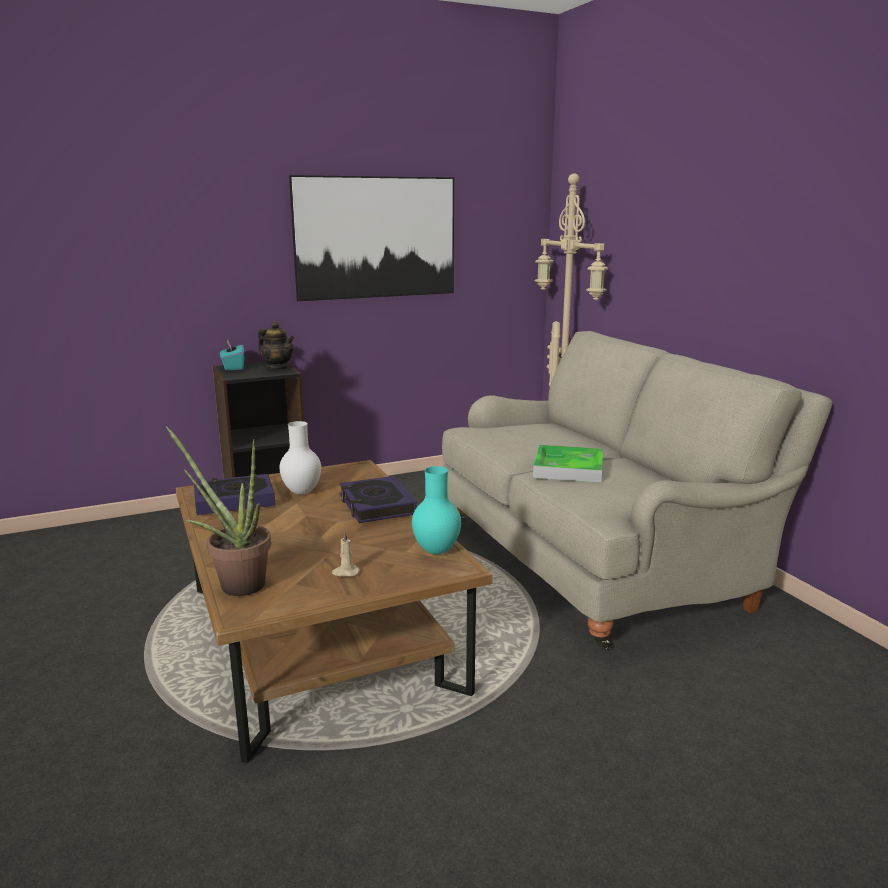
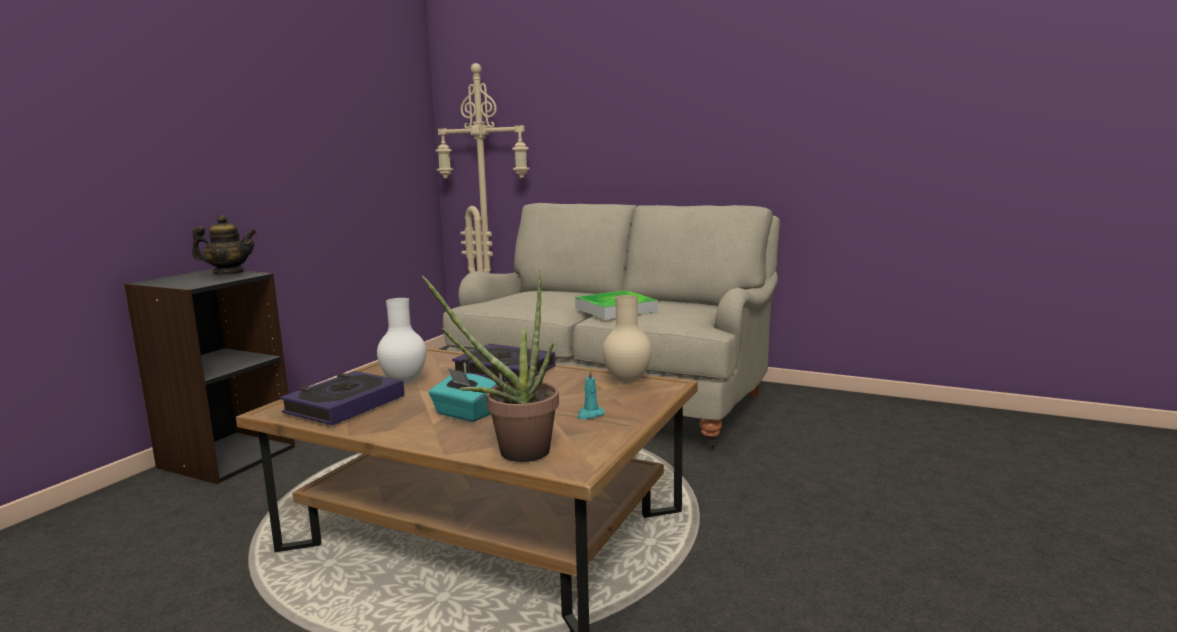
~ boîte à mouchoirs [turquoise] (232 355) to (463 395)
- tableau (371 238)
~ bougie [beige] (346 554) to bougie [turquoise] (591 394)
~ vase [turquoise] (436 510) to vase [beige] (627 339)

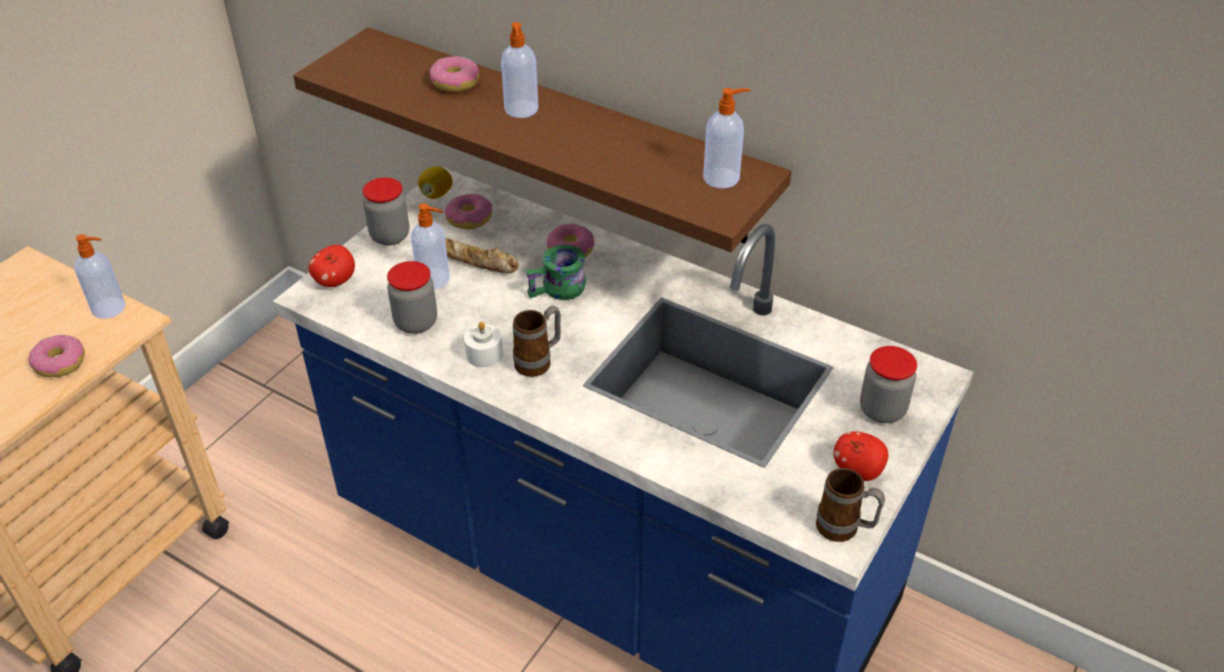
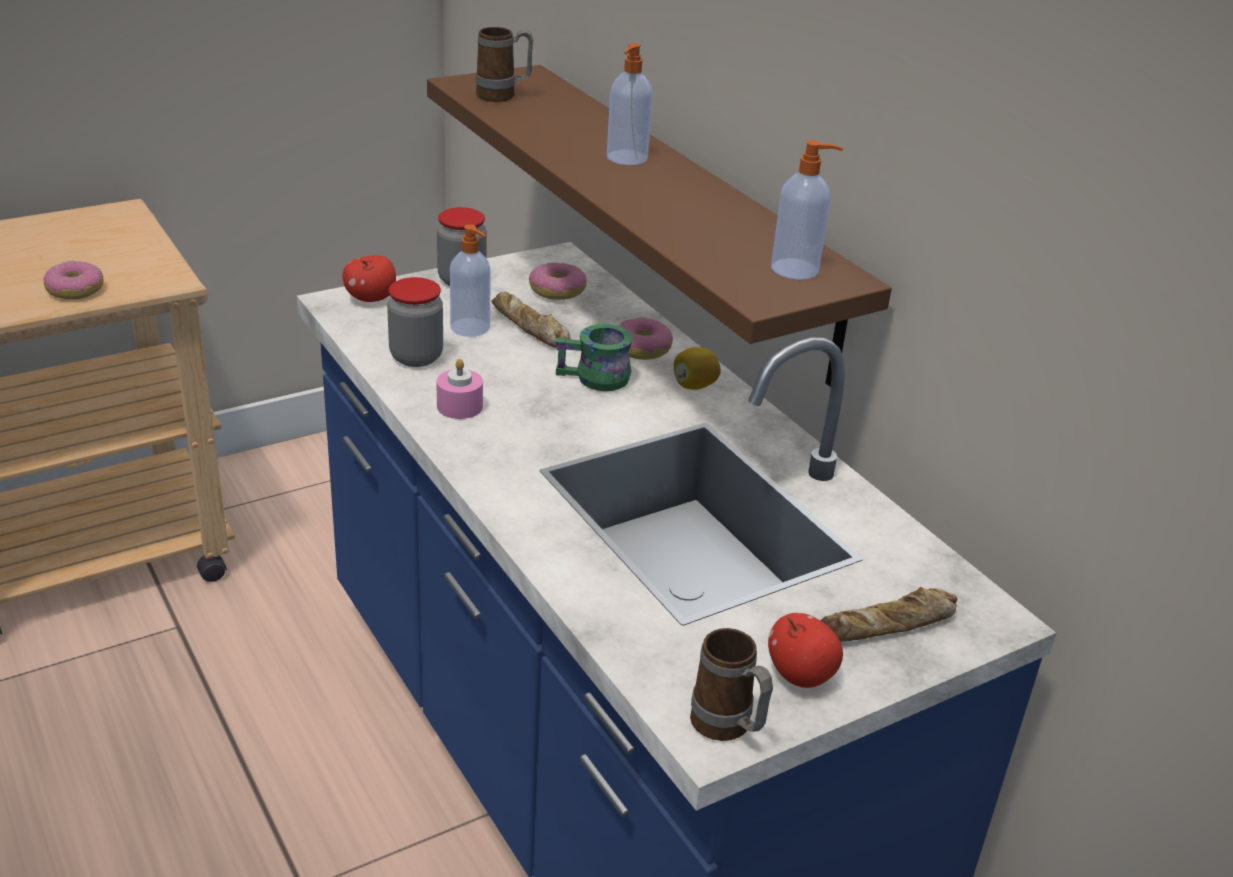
- distributeur de savon (100 276)
~ citron (435 182) to (697 368)
- beignet (454 74)
~ bougie [blanc] (483 344) to bougie [rose] (459 389)
~ mug (537 341) to (504 64)
~ bocal (888 384) to pain (889 614)

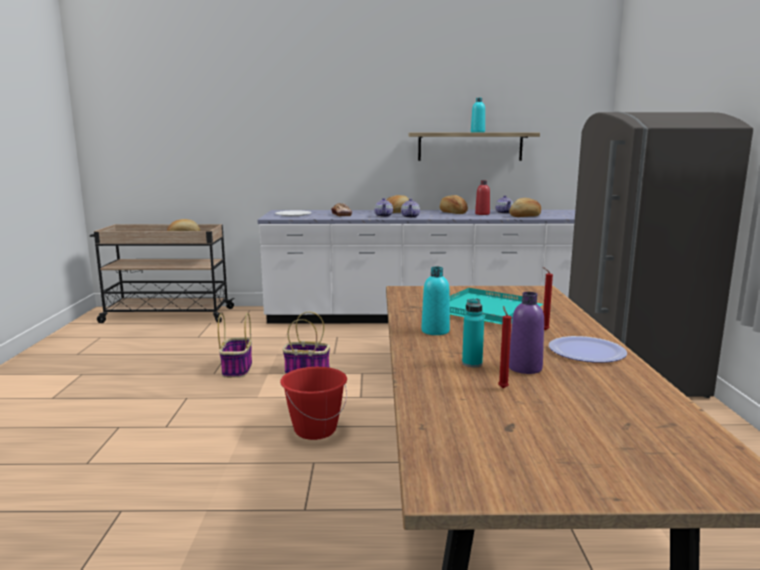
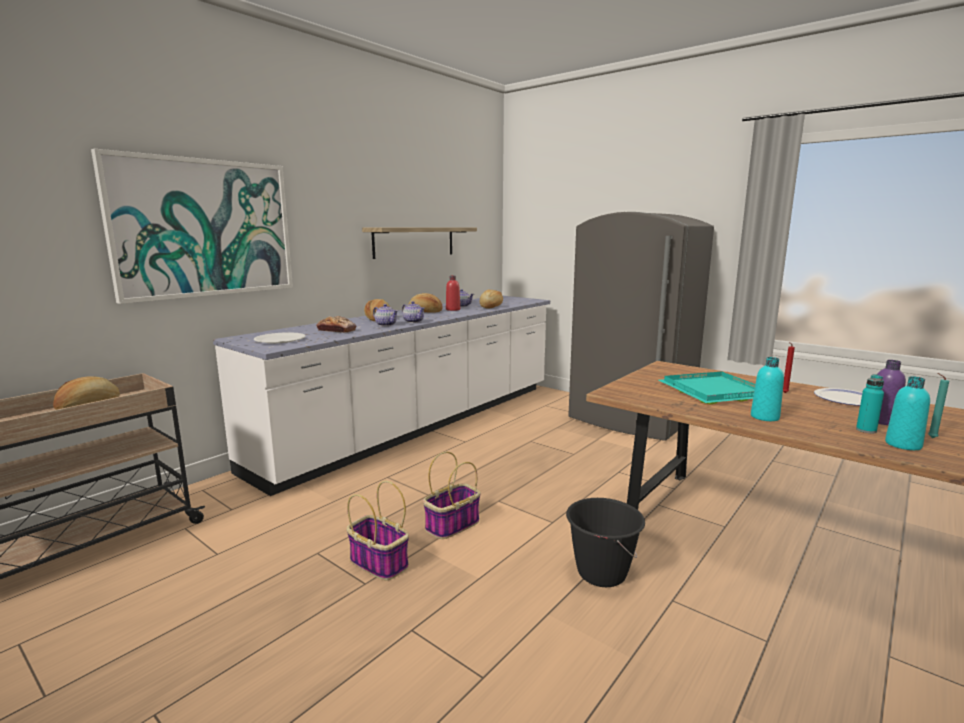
~ seau [rouge] (313 403) to seau [noir] (605 542)
~ bouteille [turquoise] (478 115) to (907 413)
~ bougie [rouge] (505 347) to bougie [turquoise] (938 405)
+ tableau (192 226)

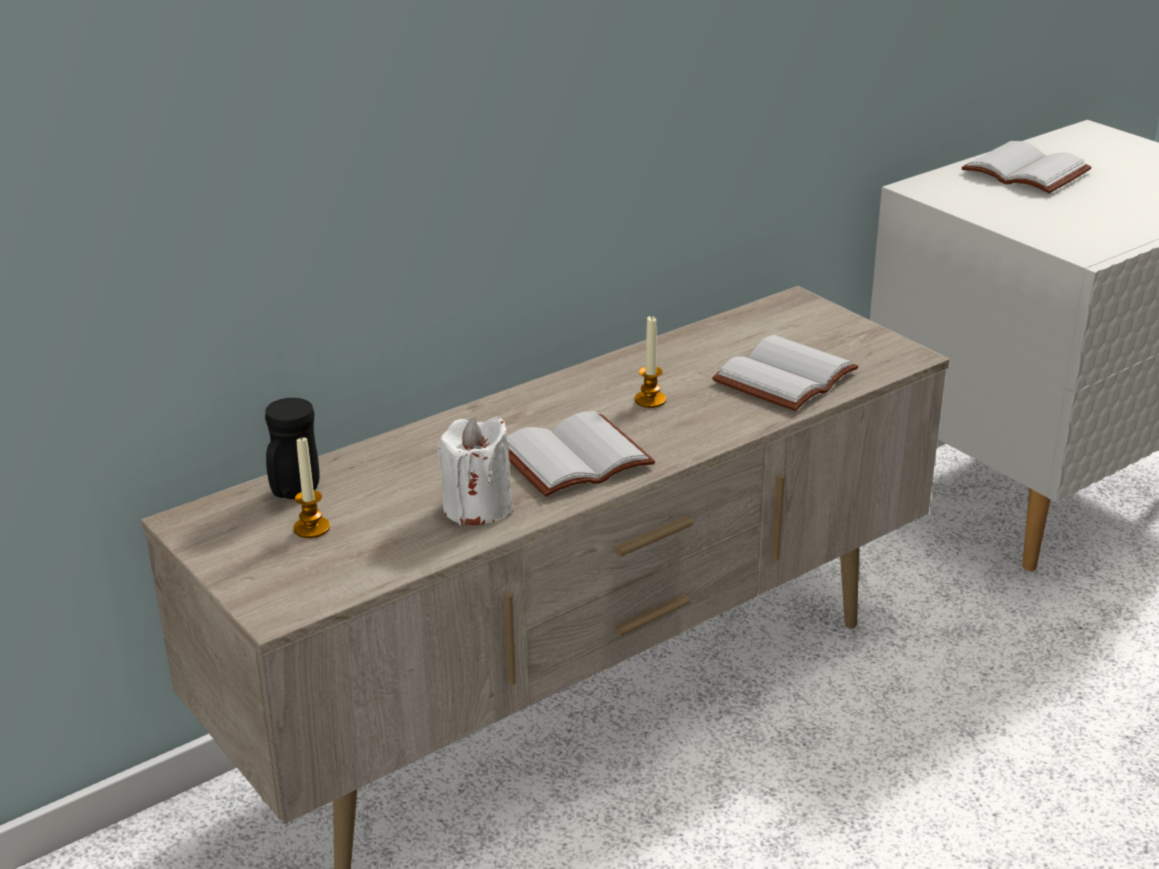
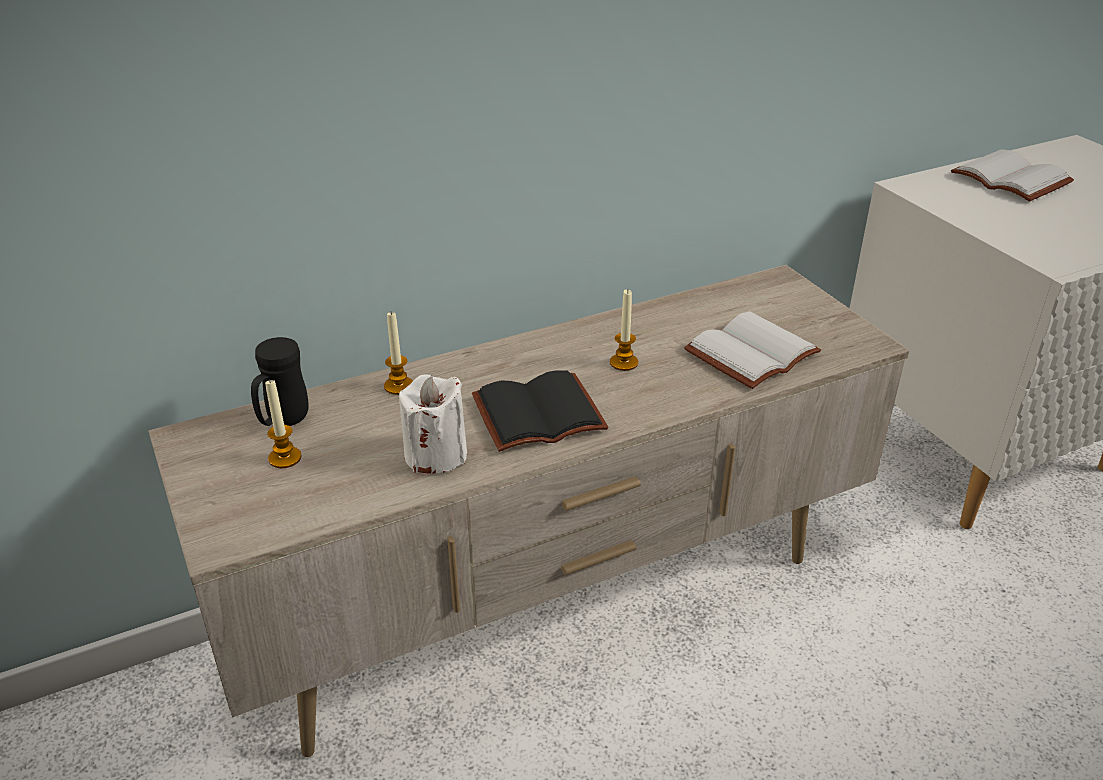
~ livre [blanc] (581 454) to livre [noir] (540 411)
+ bougie (398 353)

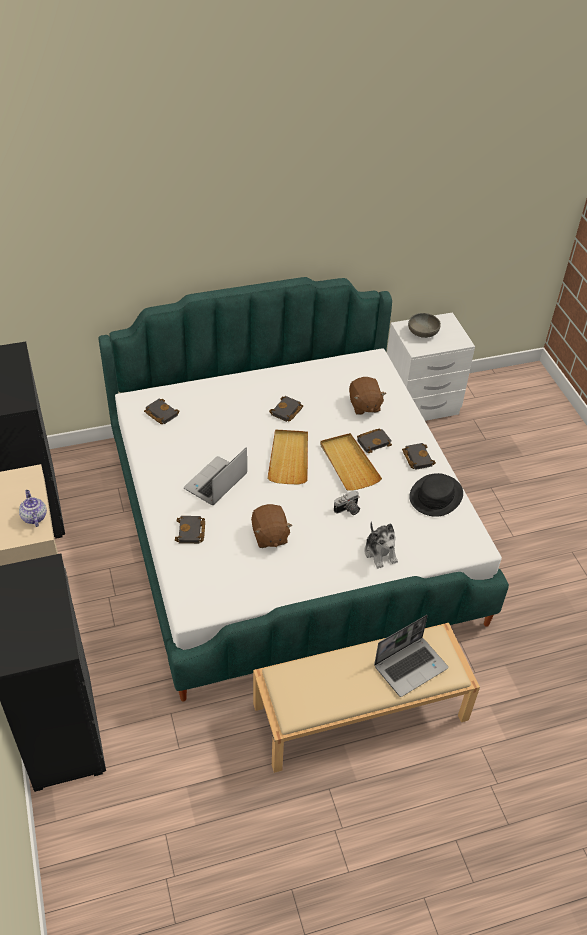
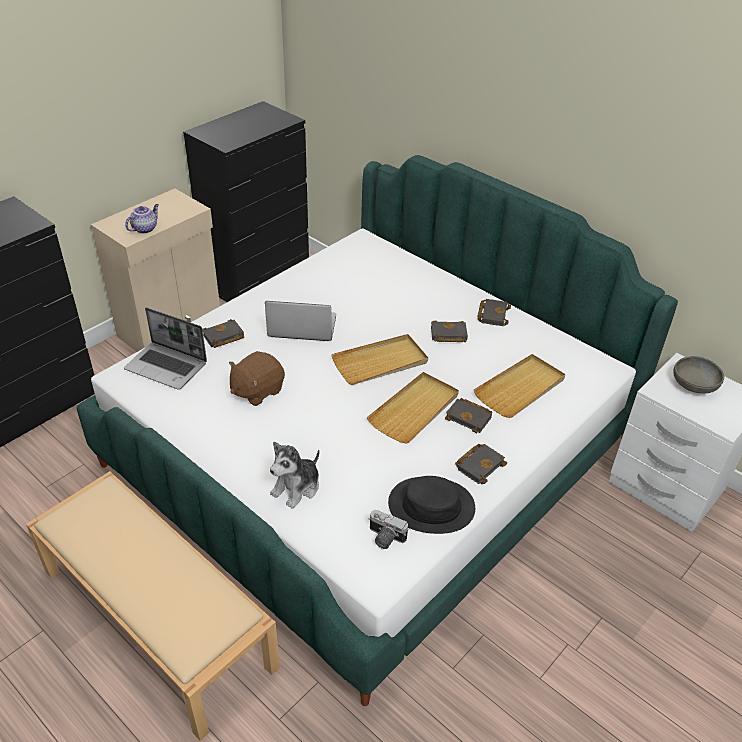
~ livre [noir] (162 411) to (494 312)
~ appareil photo (347 502) to (388 529)
~ peluche [marron] (367 396) to plateau [beige] (520 386)
~ ordinateur portable (411 656) to (165 349)

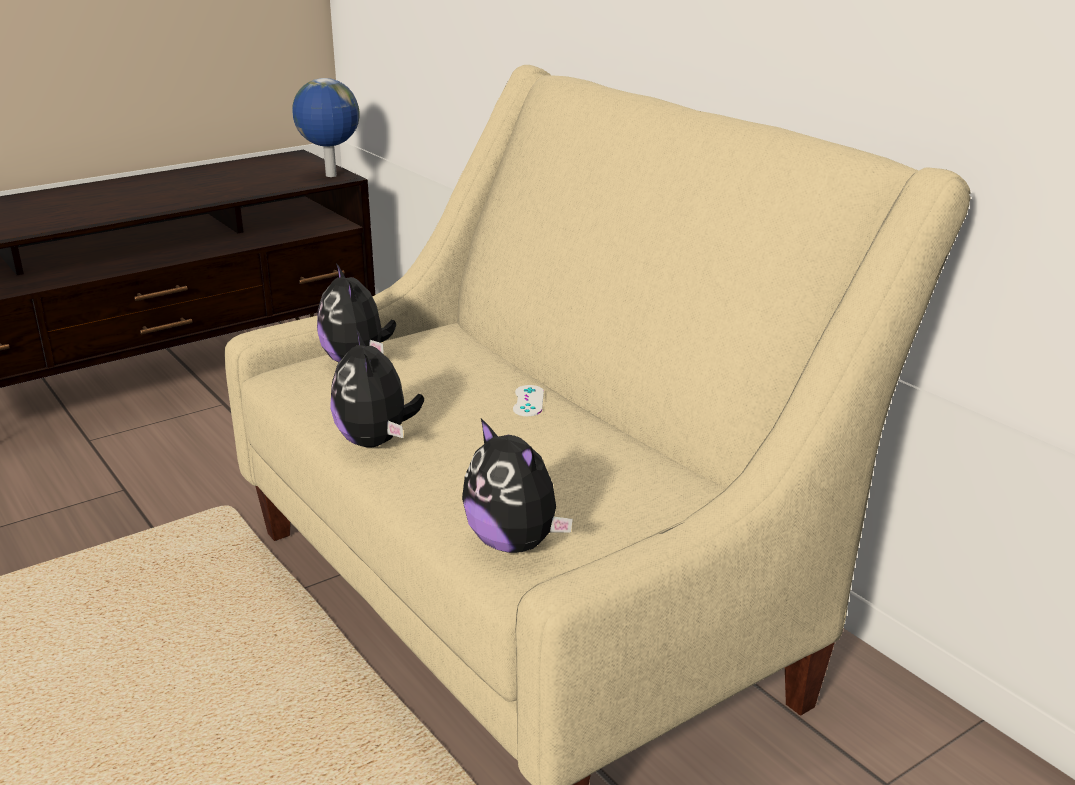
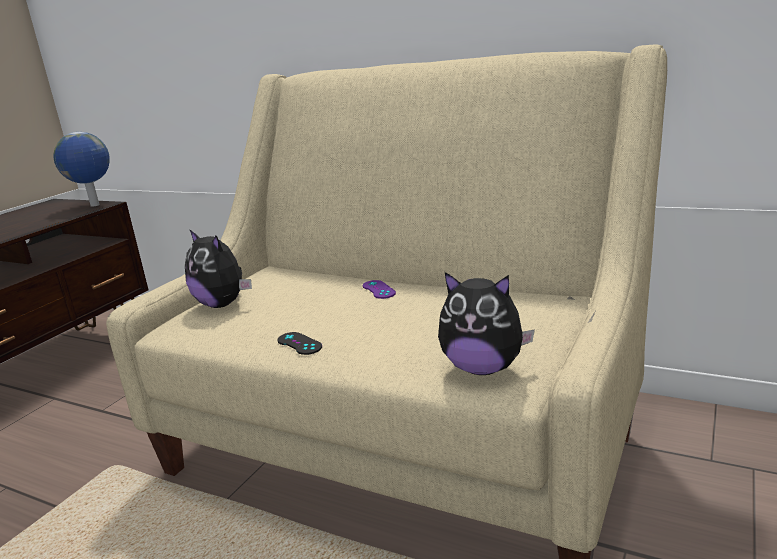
~ peluche (377 388) to manette [noir] (299 343)
~ manette [blanc] (528 400) to manette [violet] (379 289)

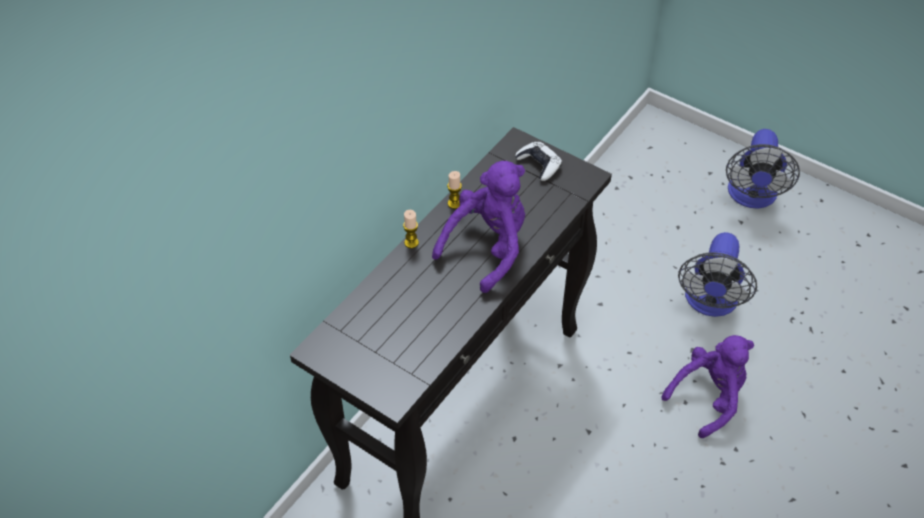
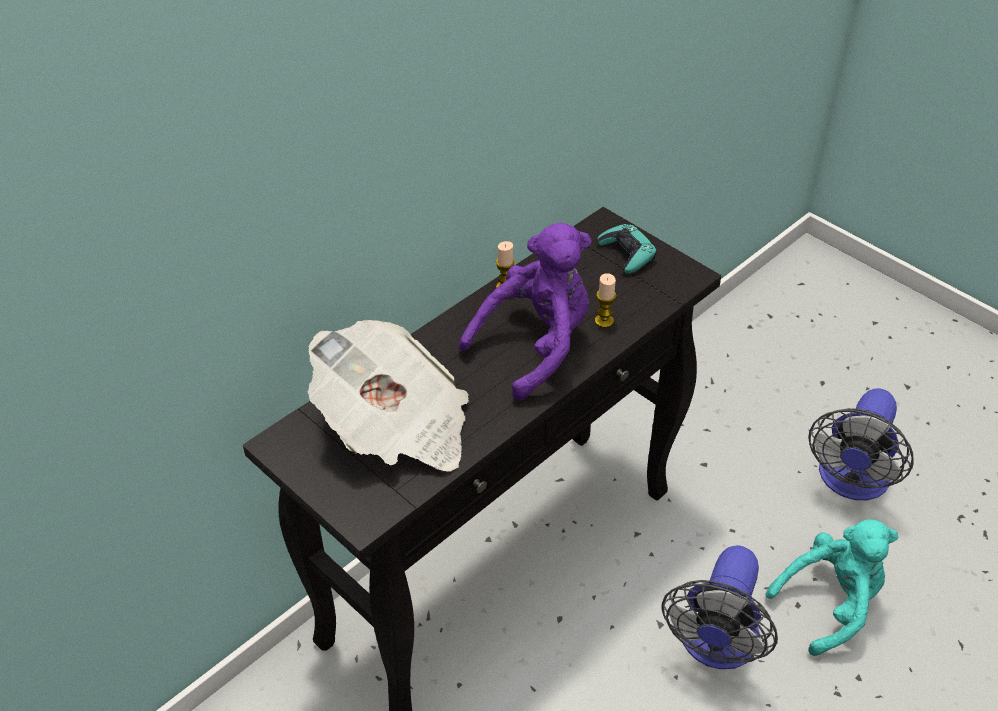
~ bougie (411 229) to (605 300)
~ manette [blanc] (538 161) to manette [turquoise] (627 249)
~ peluche [violet] (707 386) to peluche [turquoise] (832 587)
~ ventilateur (763 169) to (719 607)
+ journal (388 396)

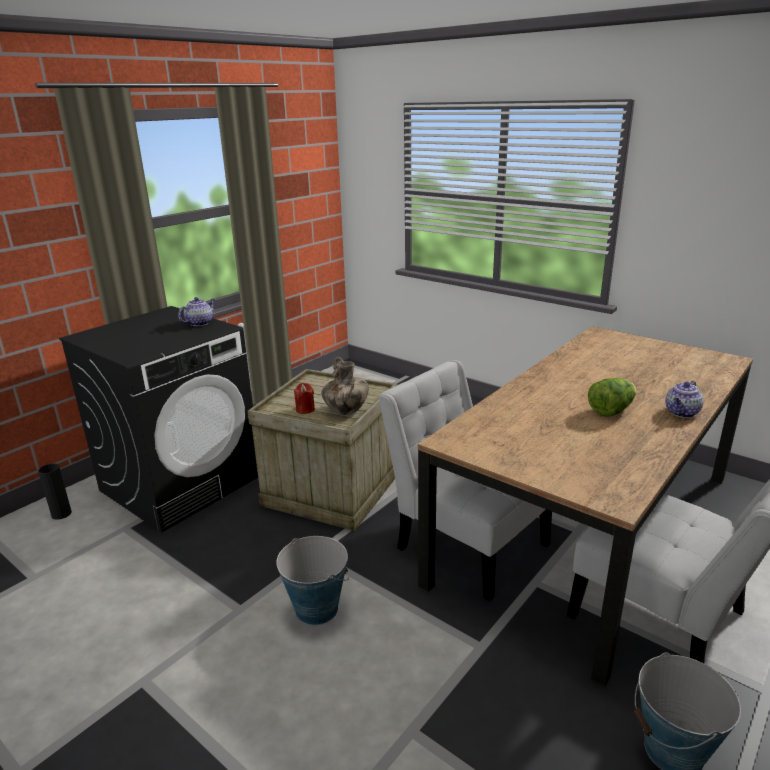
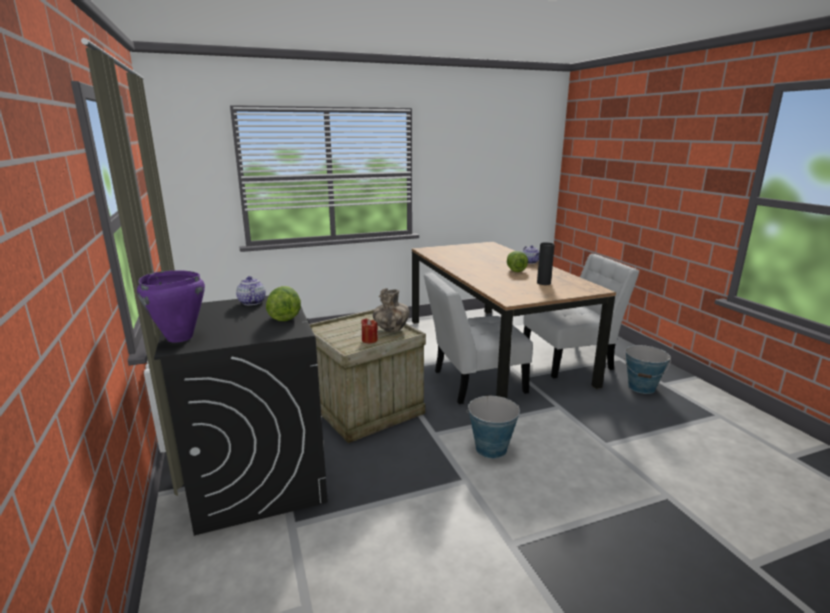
~ vase [noir] (55 491) to (546 263)
+ marmite [violet] (171 306)
+ laitue (283 303)

